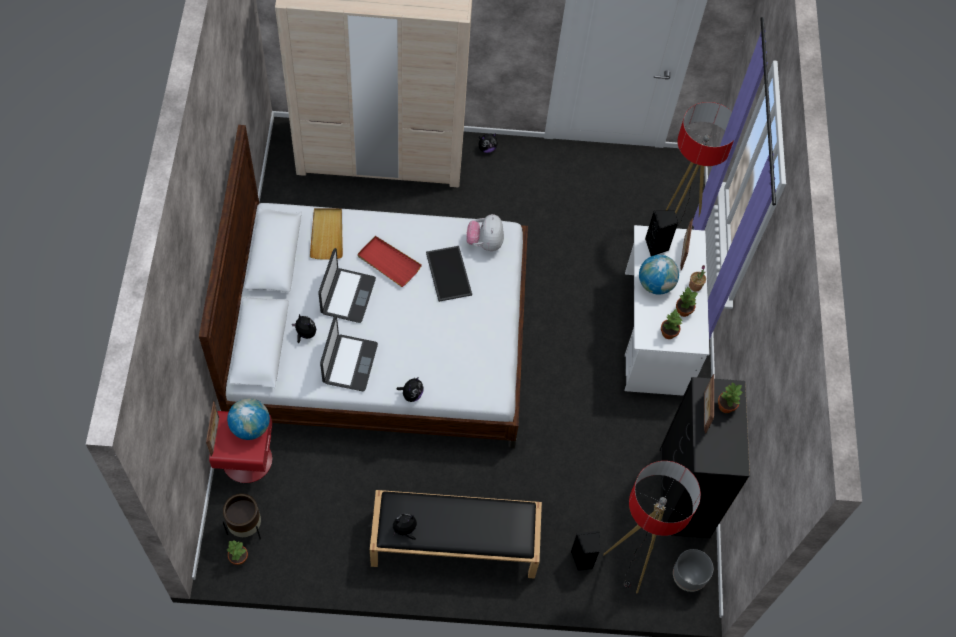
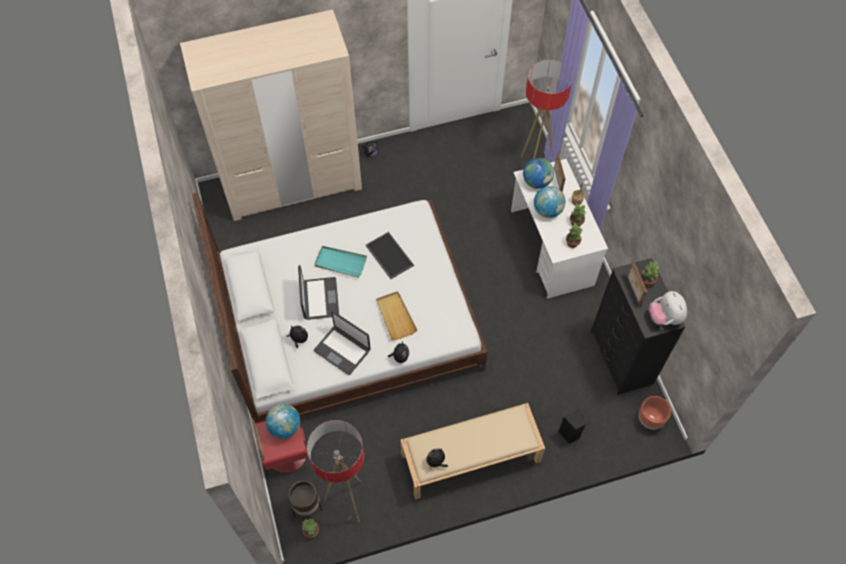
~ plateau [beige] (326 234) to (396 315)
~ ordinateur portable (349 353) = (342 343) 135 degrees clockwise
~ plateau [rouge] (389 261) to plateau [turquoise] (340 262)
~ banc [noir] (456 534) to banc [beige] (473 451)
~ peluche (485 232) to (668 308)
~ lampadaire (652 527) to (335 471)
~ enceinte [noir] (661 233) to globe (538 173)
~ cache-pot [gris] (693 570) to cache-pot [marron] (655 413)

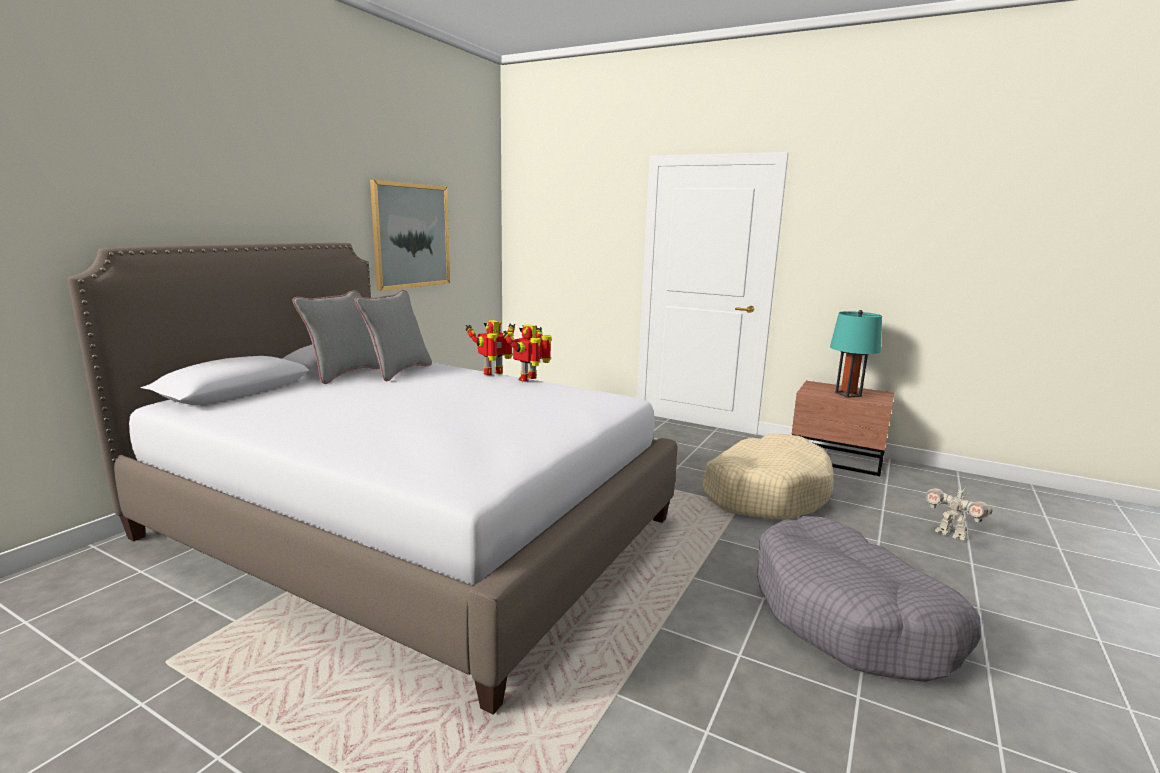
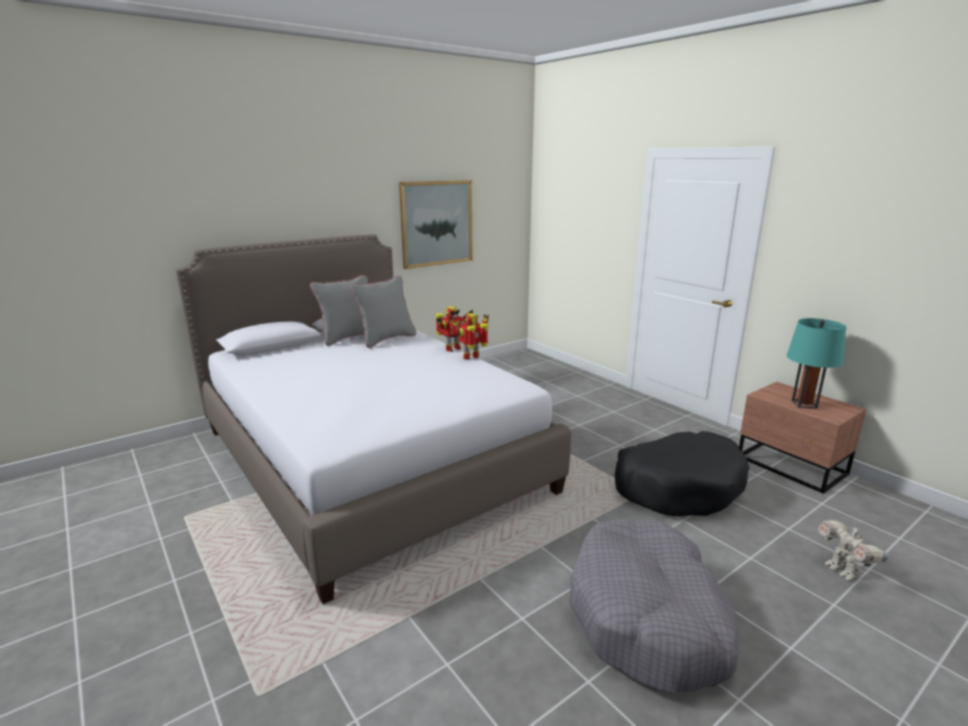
~ robot jouet (490 347) = (455 329) 150 degrees clockwise
~ panier pour chien [beige] (768 477) to panier pour chien [noir] (682 473)

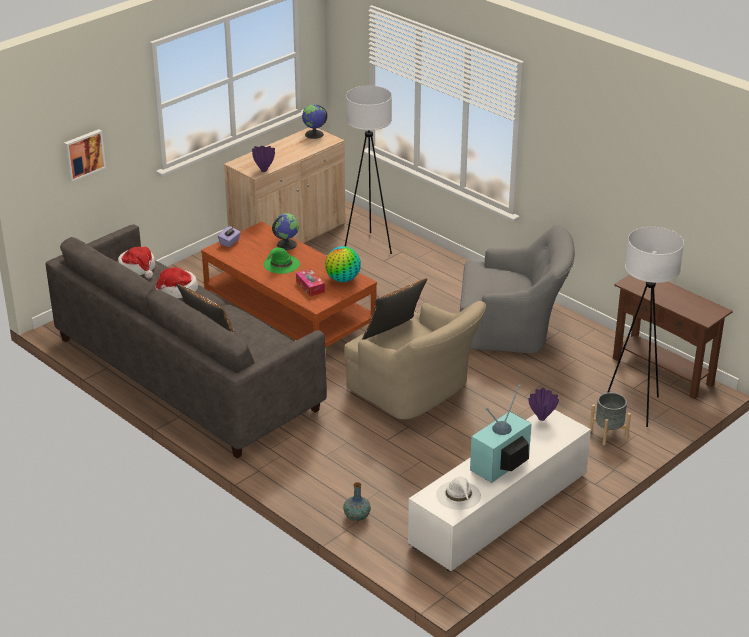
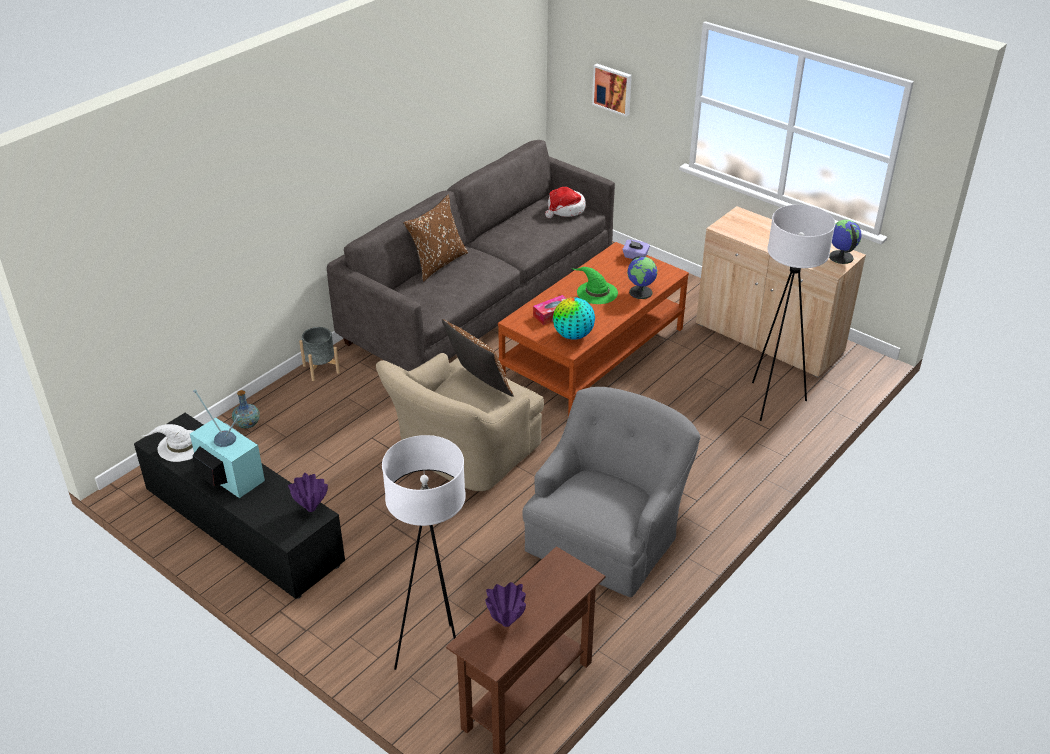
- chapeau (176 282)
~ vase [violet] (263 159) to (505 604)
~ meuble télé [blanc] (499 490) to meuble télé [noir] (239 506)
~ fauteuil [gris] (517 289) = (611 492) 150 degrees counterclockwise
~ cache-pot [gris] (610 418) to (319 354)

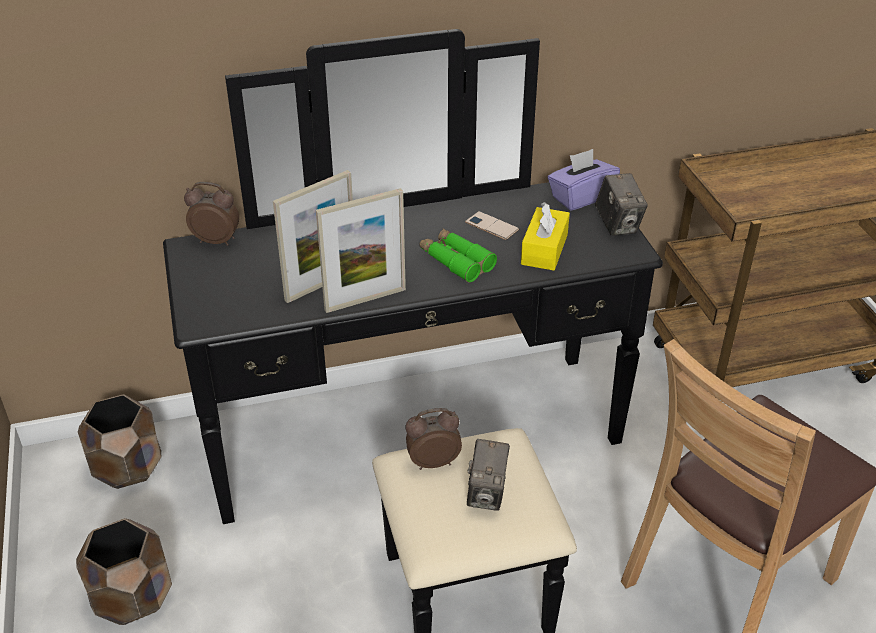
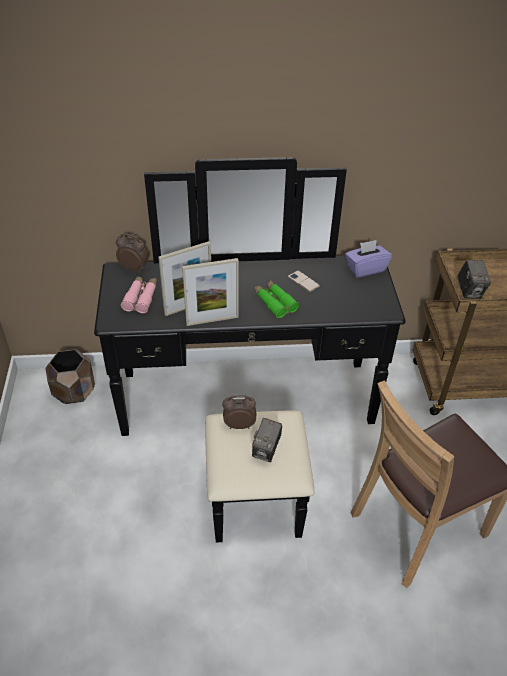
- cache-pot [marron] (124 571)
- boîte à mouchoirs [jaune] (545 236)
~ appareil photo (621 204) to (474 279)
+ jumelles [rose] (139 294)

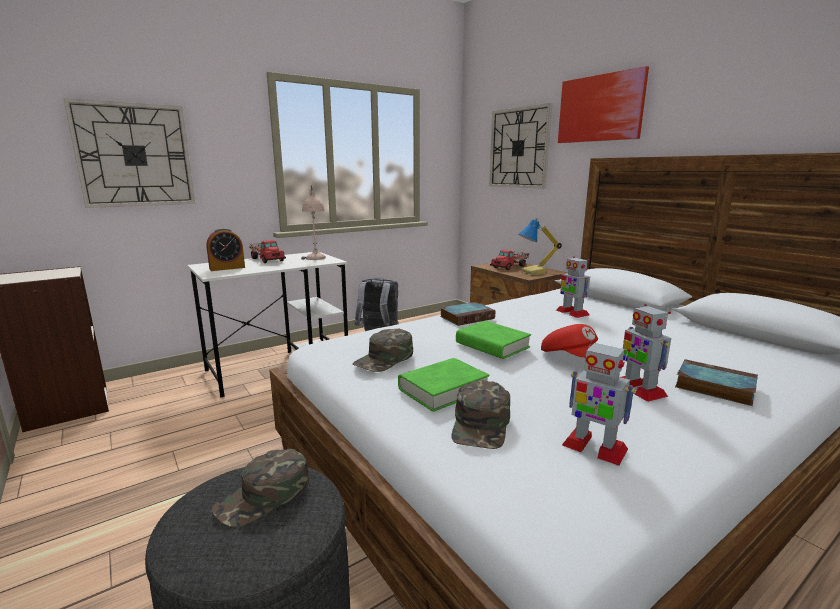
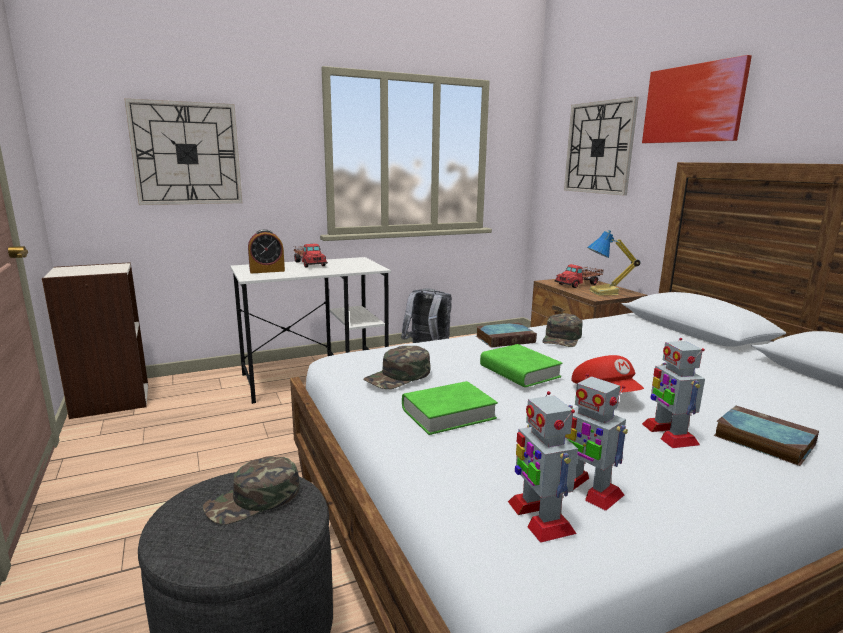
- lampe de table [beige] (313 222)
~ casquette [vert] (480 414) to (562 330)
~ robot jouet (573 287) to (543 467)

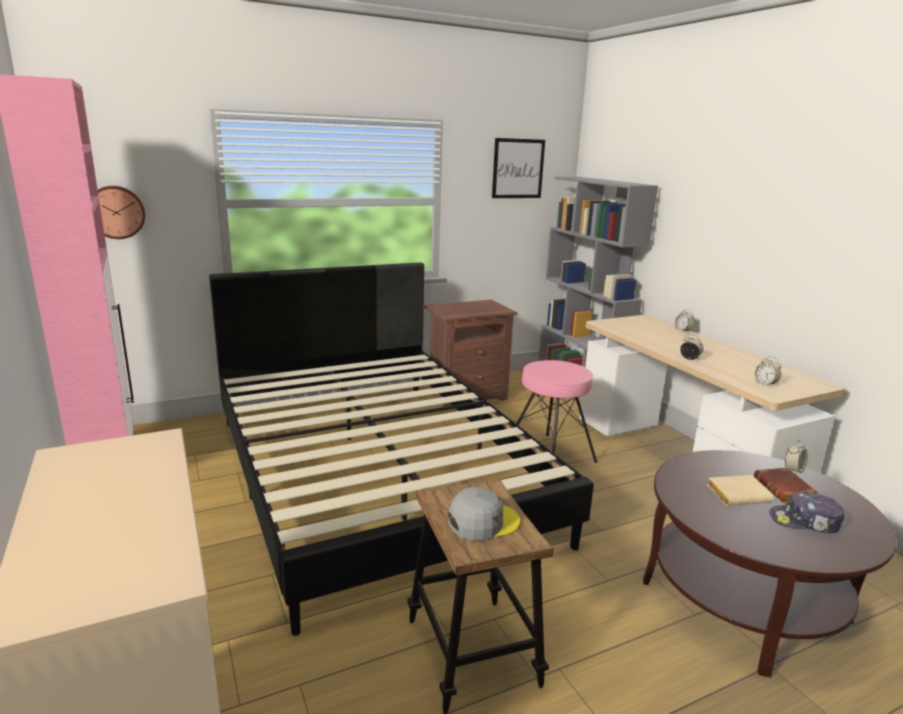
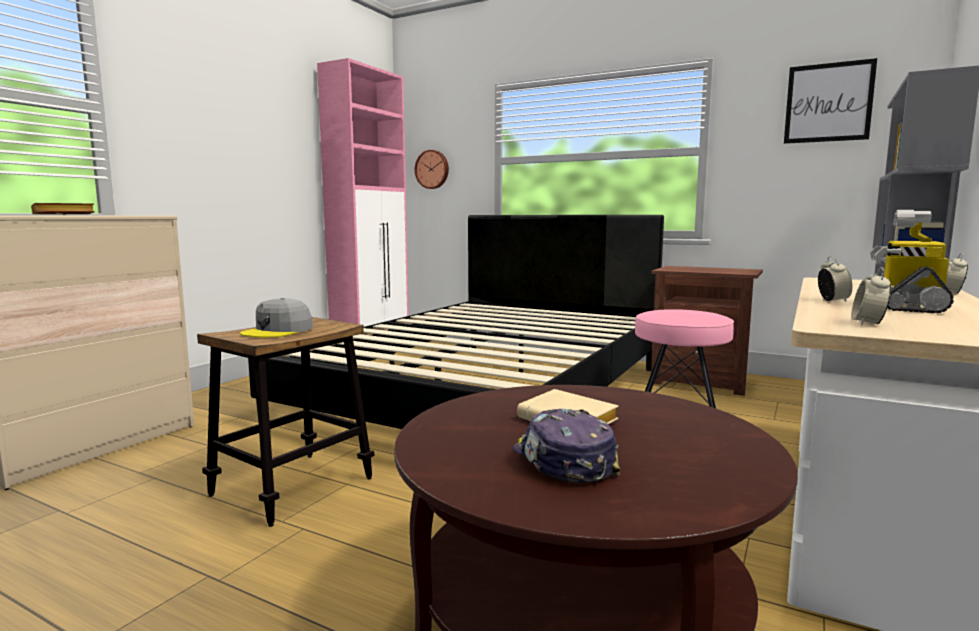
~ casquette [gris] (483 513) = (276 318) 90 degrees clockwise
~ livre [marron] (786 485) to (63 209)
- réveil (796 457)
+ robot jouet (912 261)

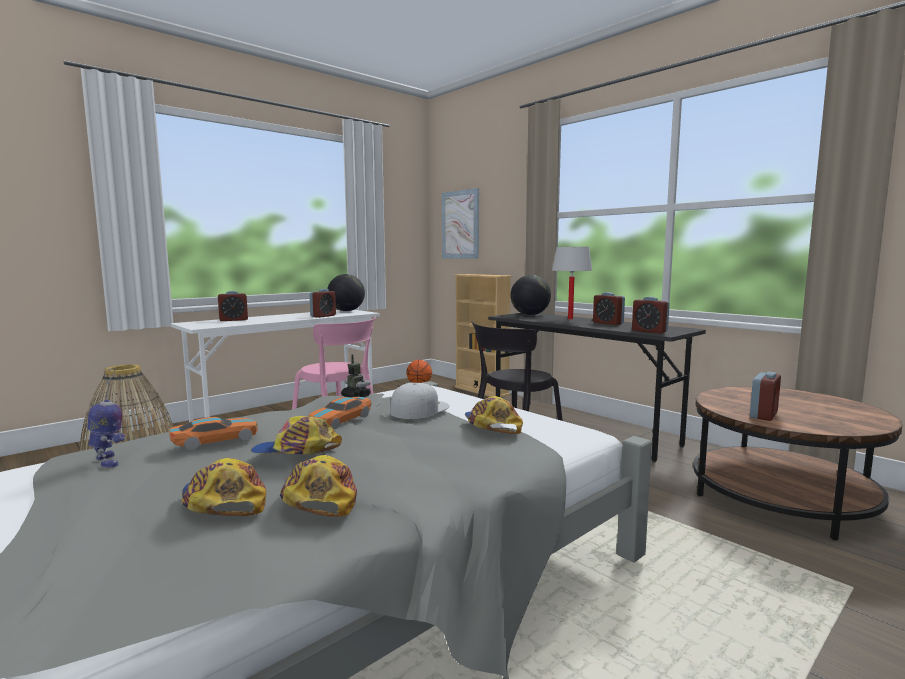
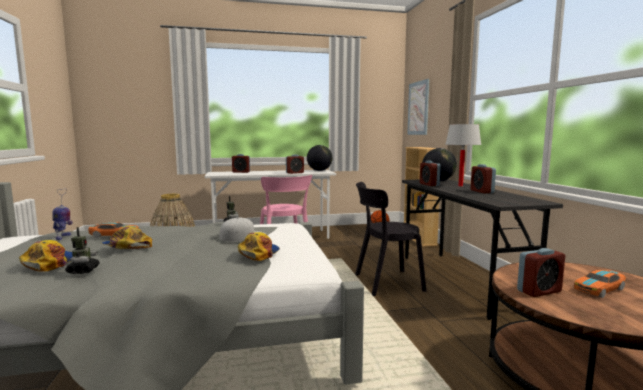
~ casquette (318 486) to robot jouet (82 250)
~ petite voiture (339 413) to (600 284)
~ réveil (651 315) to (430 173)

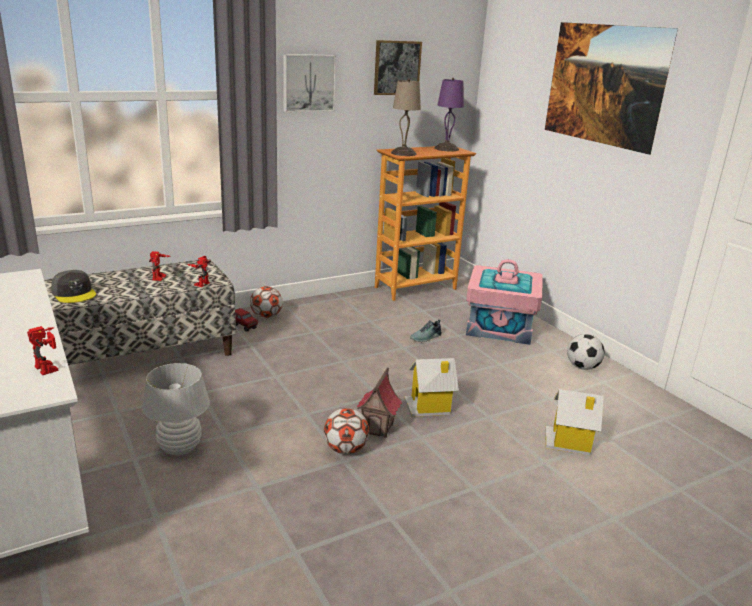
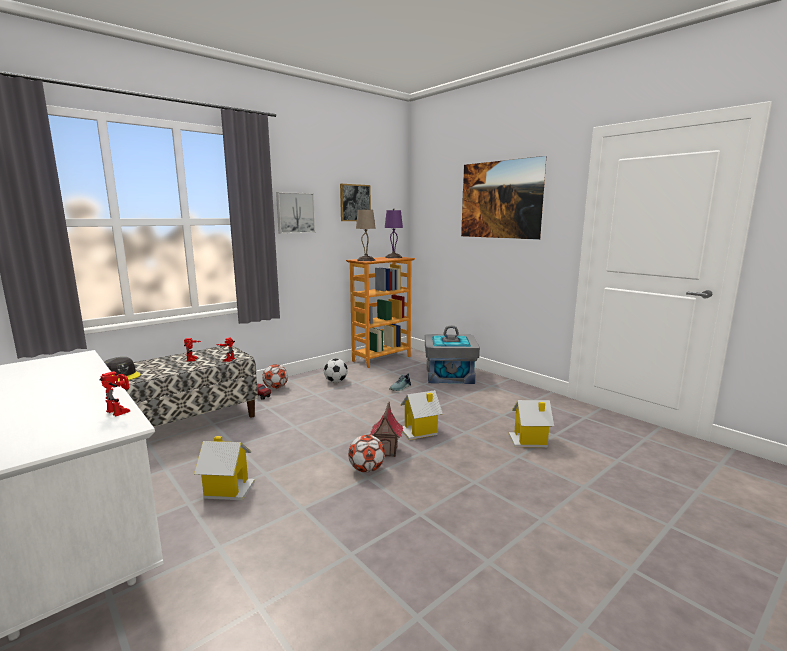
~ lampe de table [blanc] (176 409) to maison miniature (224 468)
~ boîte de rangement [rose] (504 302) to boîte de rangement [gris] (452 354)
~ ballon de foot (586 352) to (336 371)

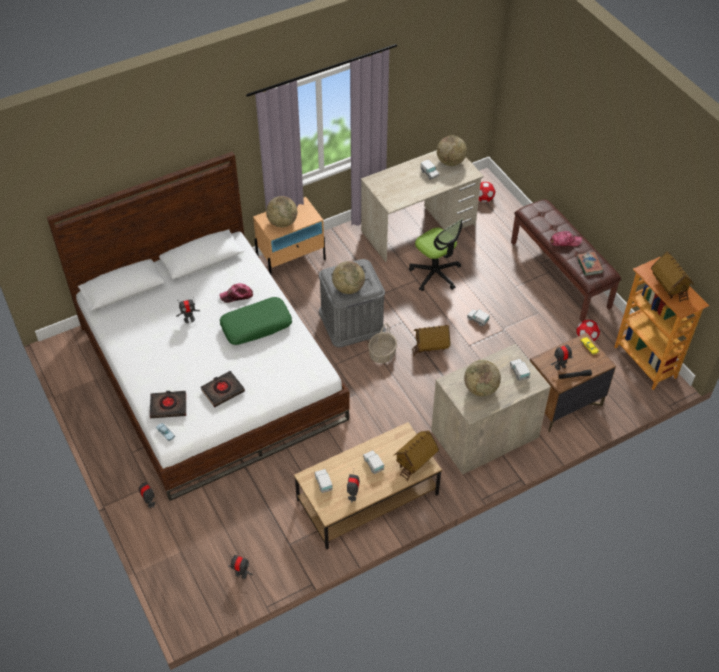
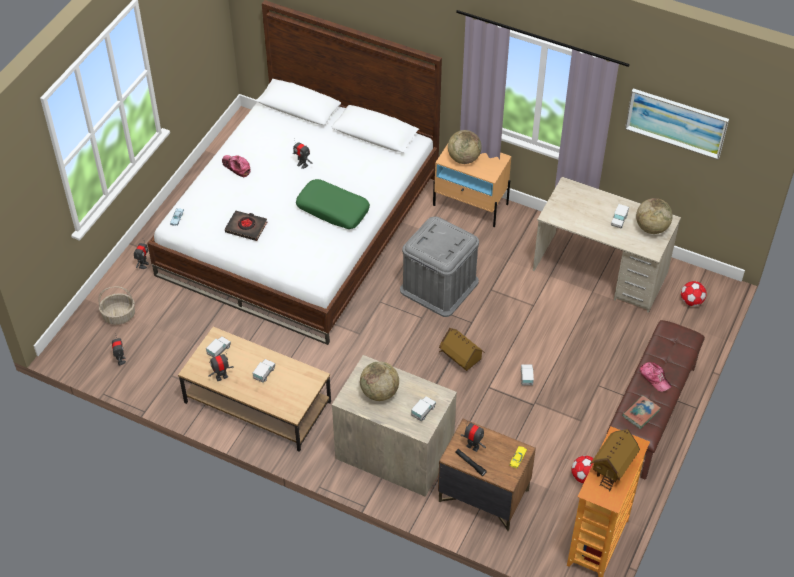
- livre [noir] (168 404)
~ casquette (236 293) to (236 166)
- globe (348 277)
~ panier (382 343) to (116 305)
- maison miniature (416 456)
- chaise de bureau (436 254)
+ tableau (677 124)

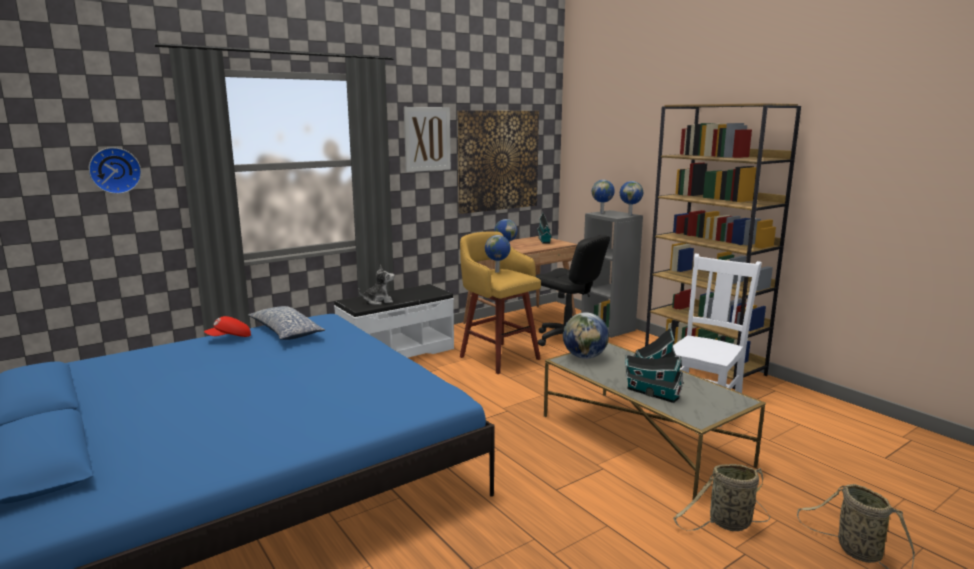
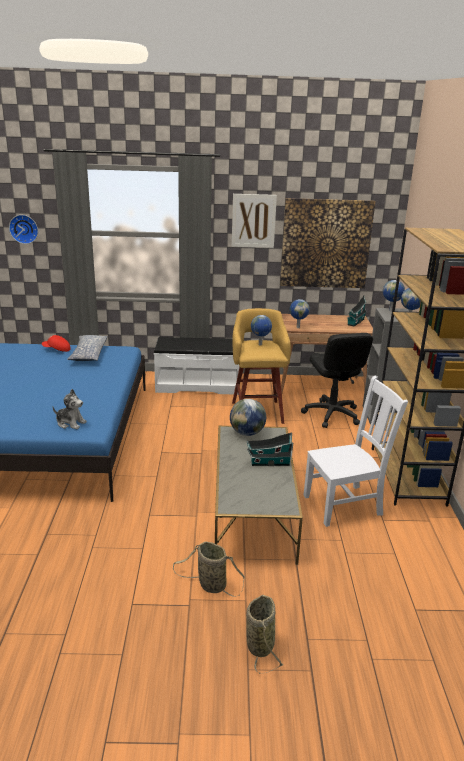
~ peluche (376 285) to (70 409)
- maison miniature (654 379)

